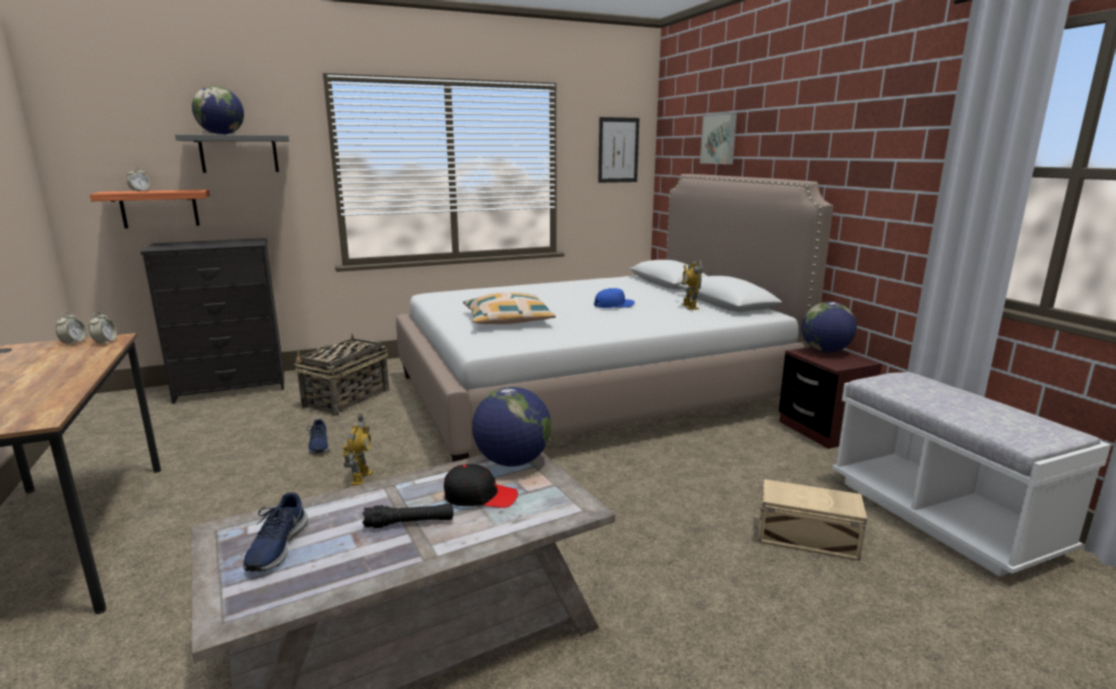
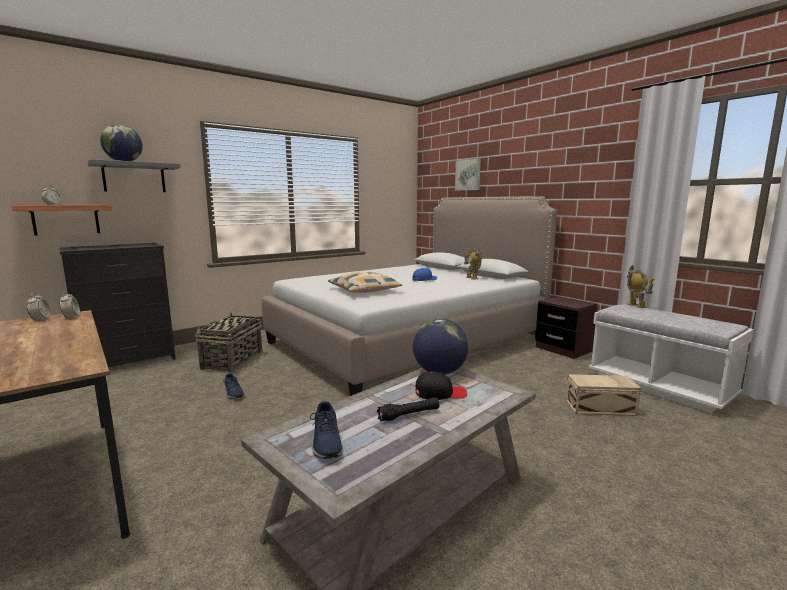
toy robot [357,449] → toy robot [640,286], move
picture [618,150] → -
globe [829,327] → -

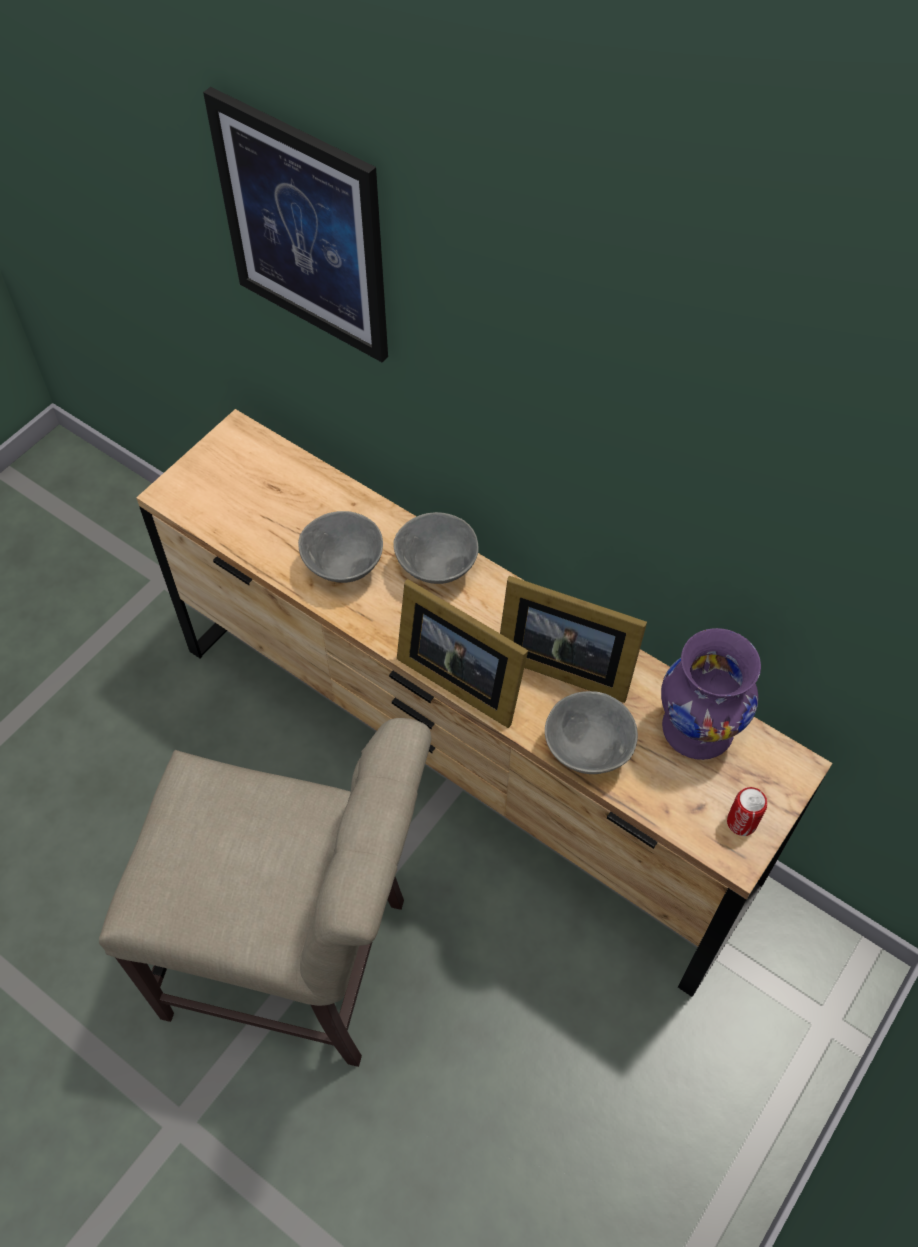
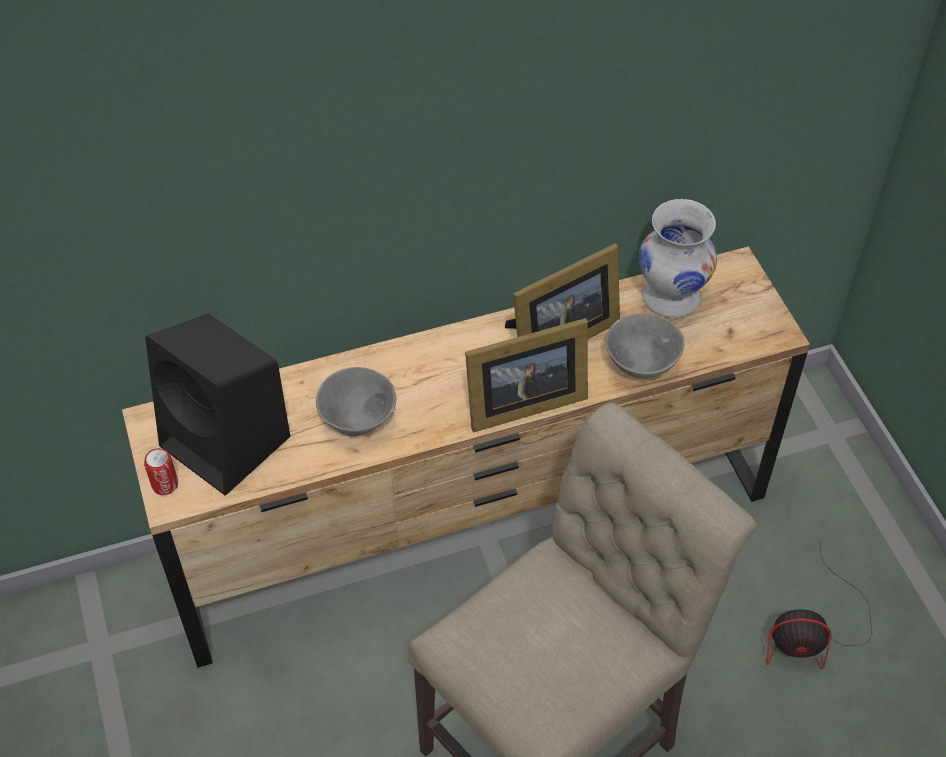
can [747,811] → can [161,471], move
- → black speaker [218,405]
purple vase [711,694] → white vase [678,258]
- → fan [819,606]
picture [295,224] → -
grey bowl [436,548] → -

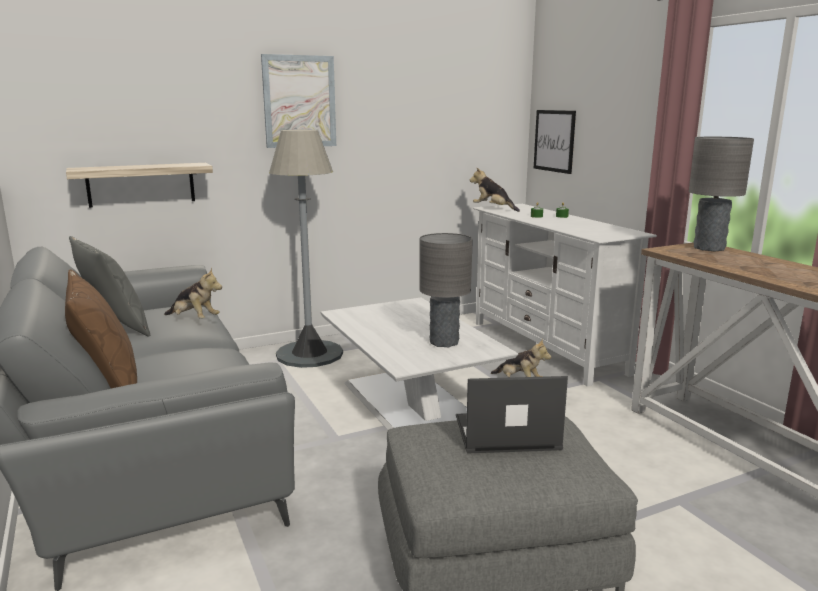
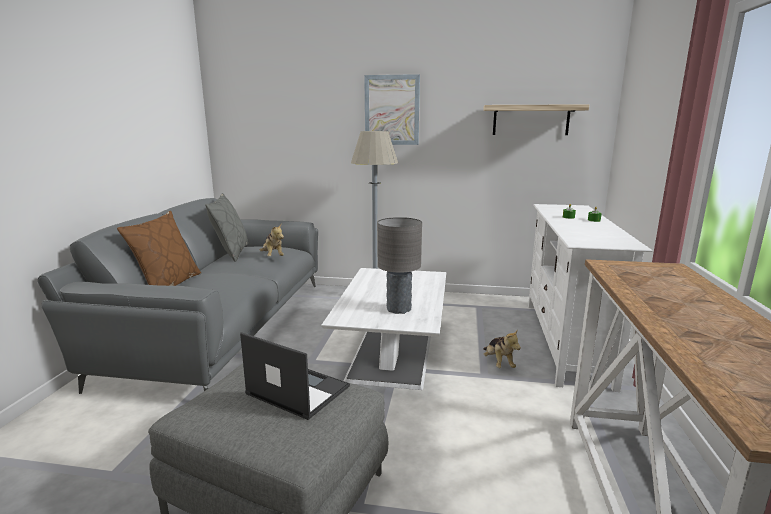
shelf [139,185] → shelf [536,119], move
plush toy [495,189] → -
picture [554,142] → -
grey table lamp [721,194] → -

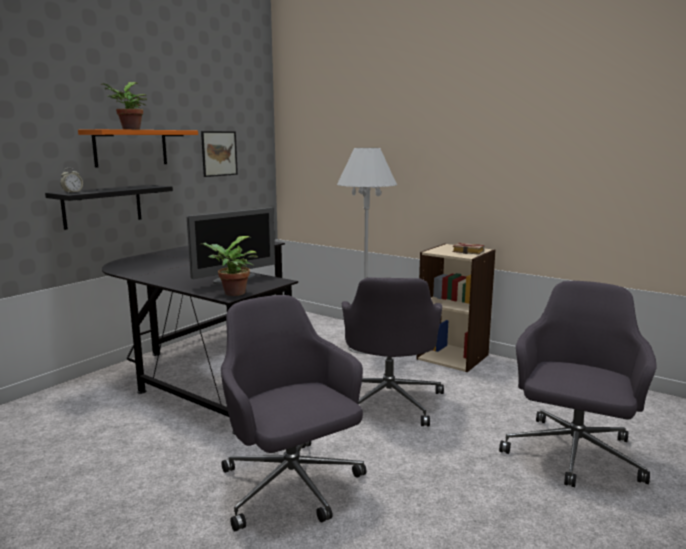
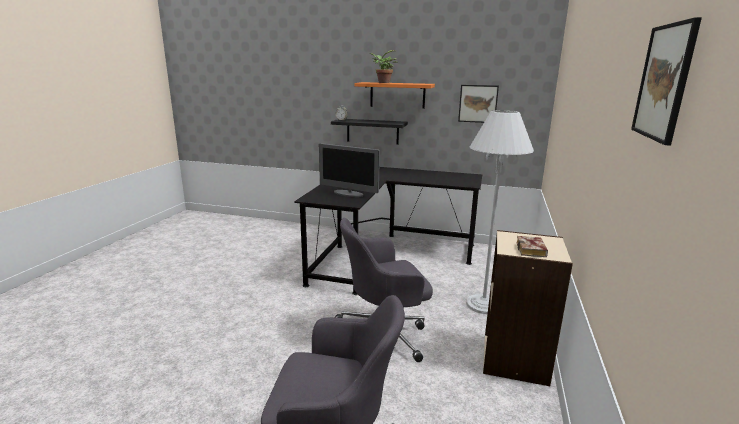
- → picture [666,81]
potted plant [229,266] → -
grey office chair [294,413] → -

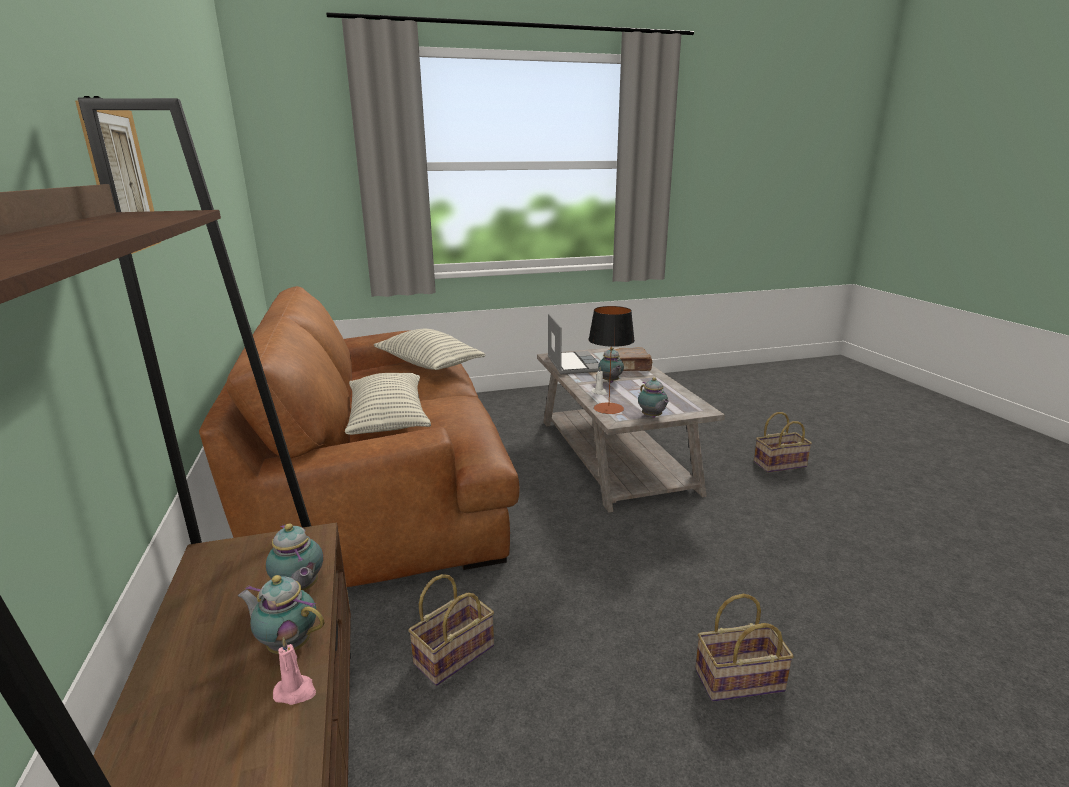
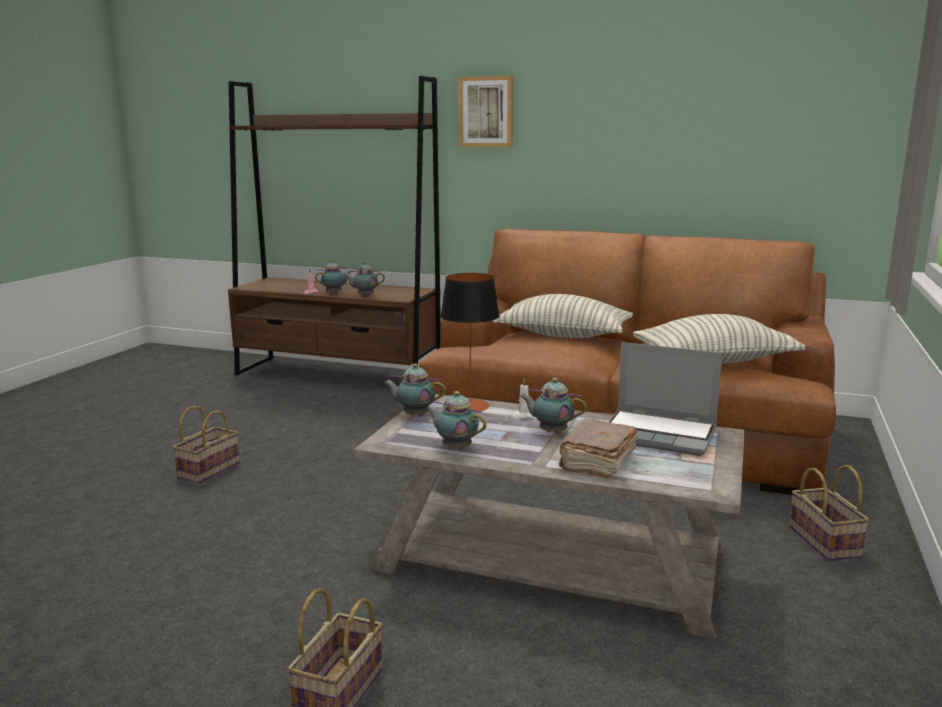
- → teapot [456,420]
basket [451,630] → basket [829,513], move

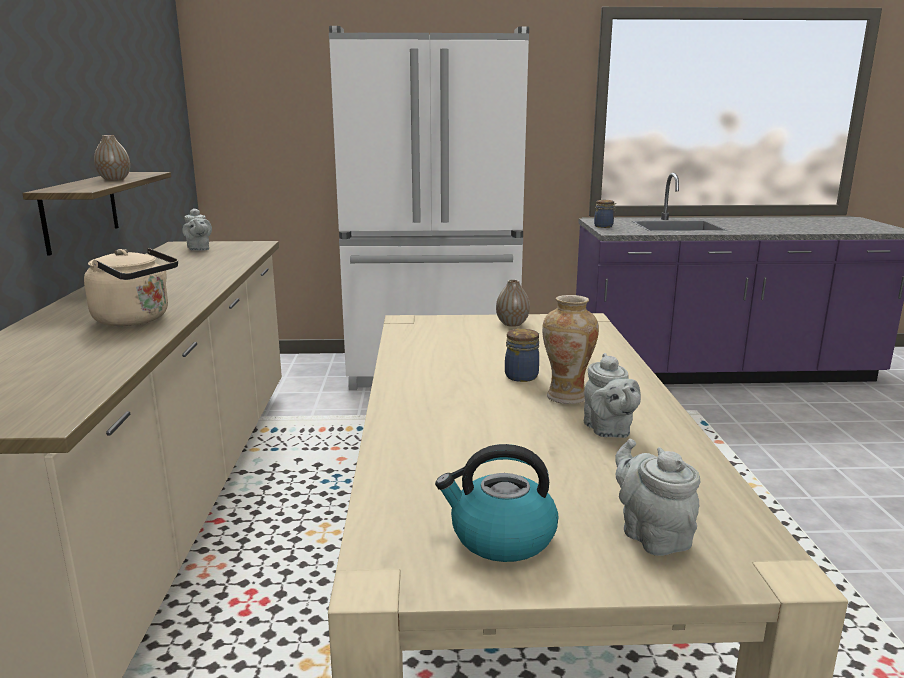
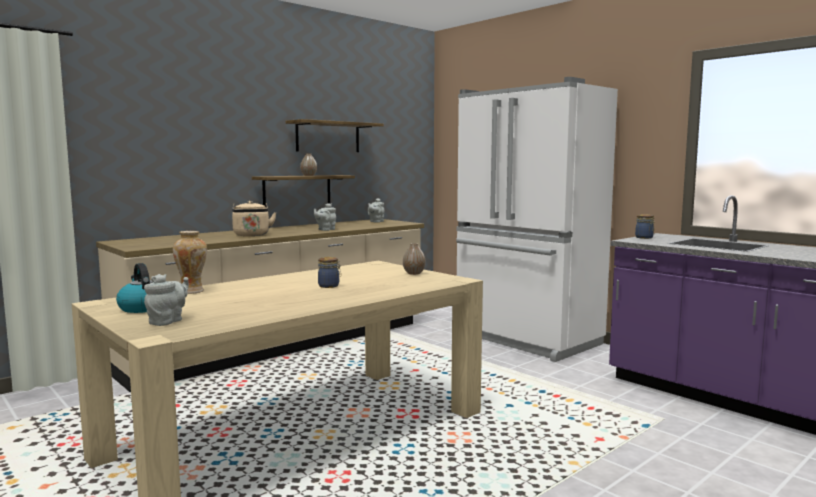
vase [570,349] → vase [190,262], move
- → shelf [335,135]
grey teapot [612,395] → grey teapot [325,217], move

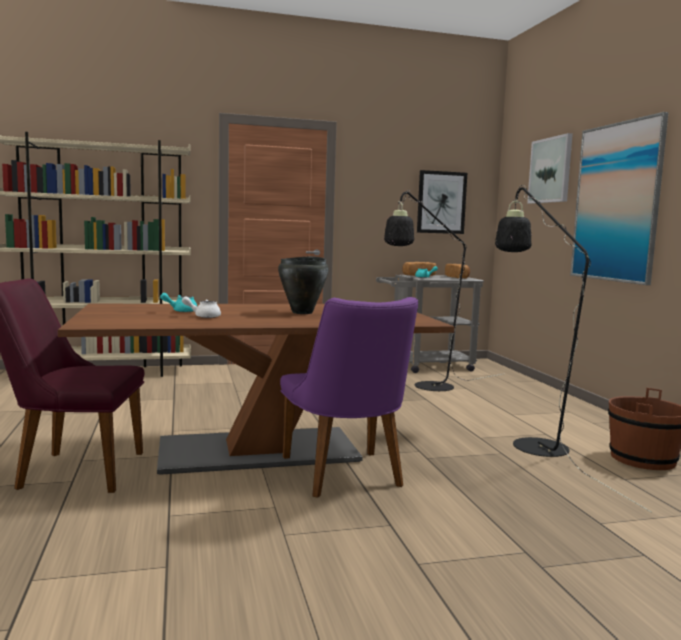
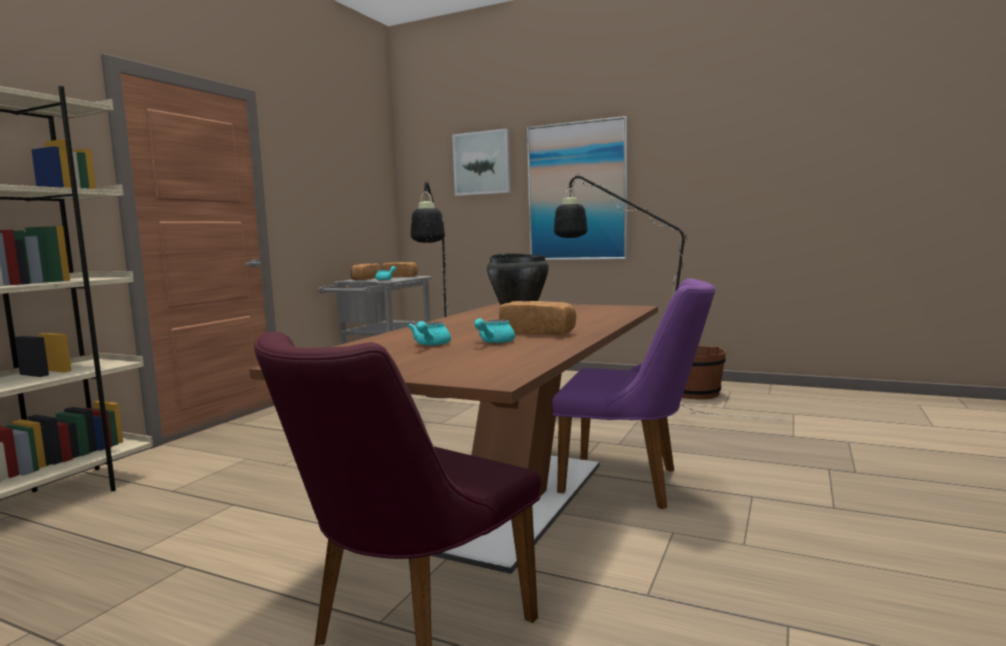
white teapot [201,307] → turquoise teapot [494,330]
- → bread [537,318]
picture [442,202] → -

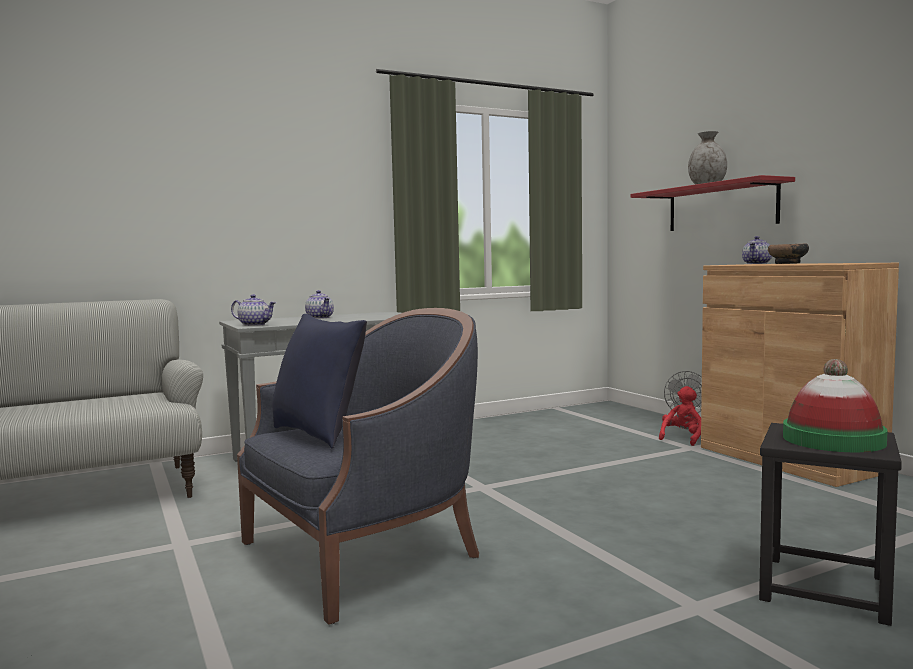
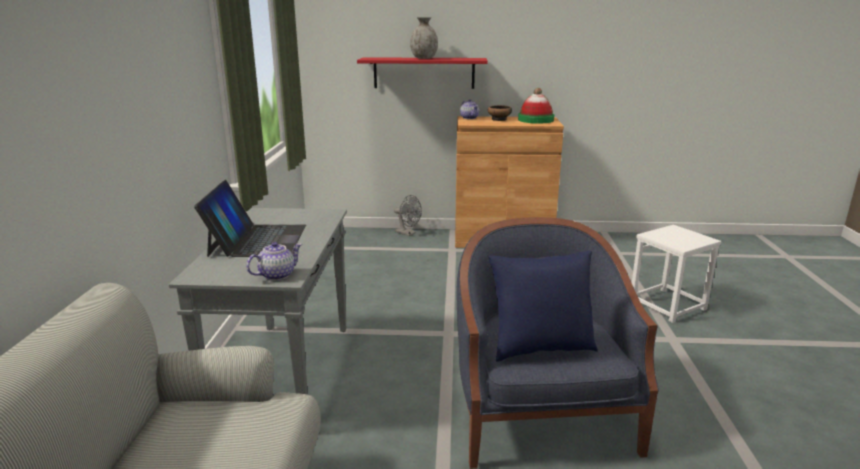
teapot [319,304] → laptop [250,218]
hat [835,405] → hat [536,105], move
black stool [830,524] → white stool [676,274]
red plush toy [680,416] → -

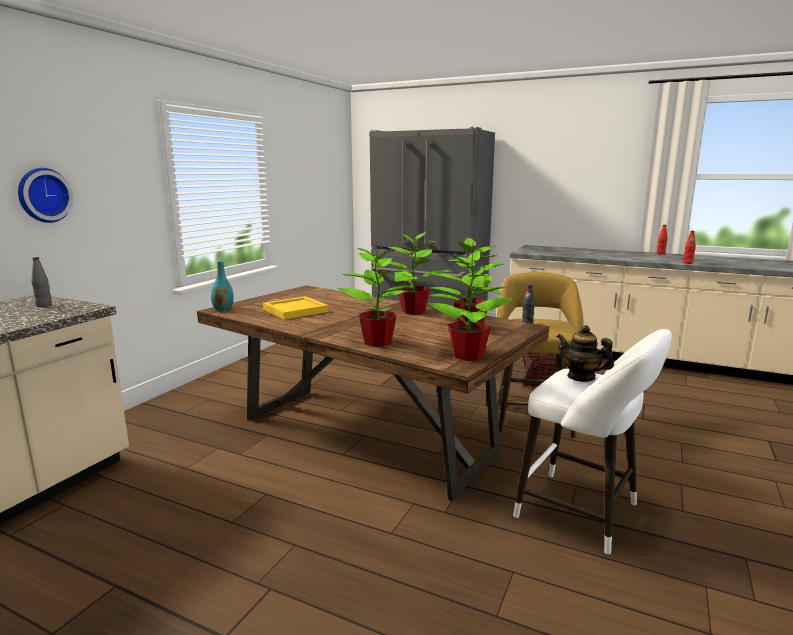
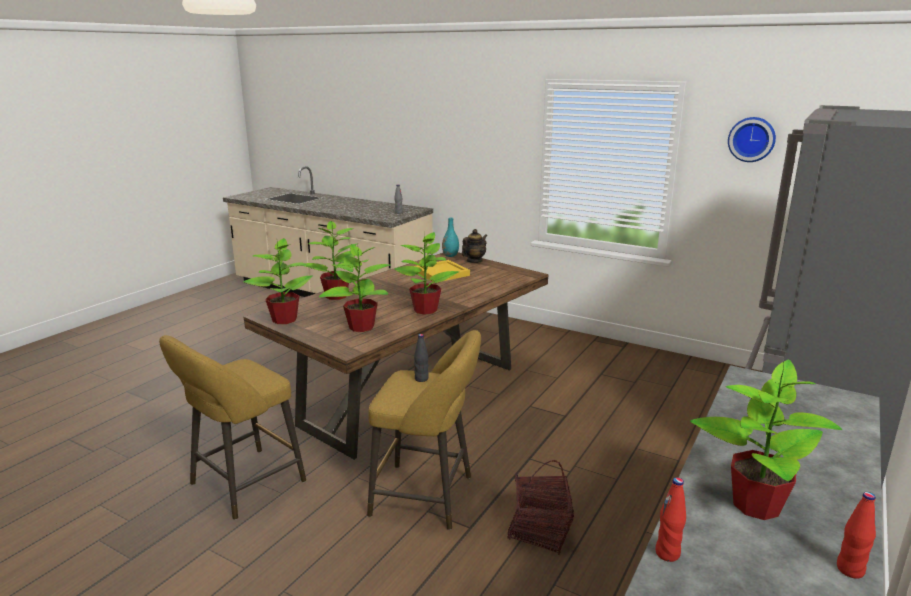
white stool [592,442] → yellow stool [232,427]
teapot [585,353] → teapot [474,246], move
- → potted plant [766,440]
wall clock [45,195] → wall clock [752,139], move

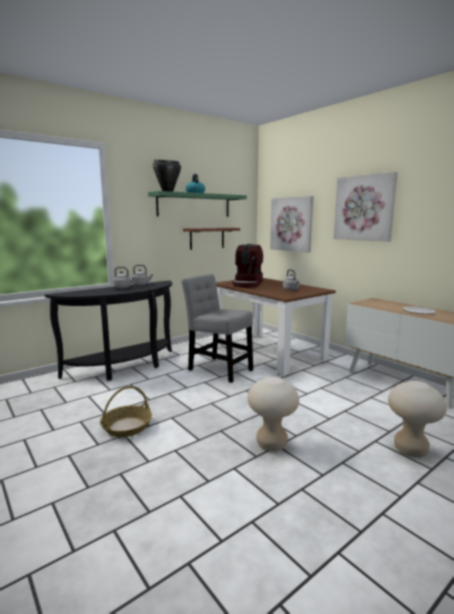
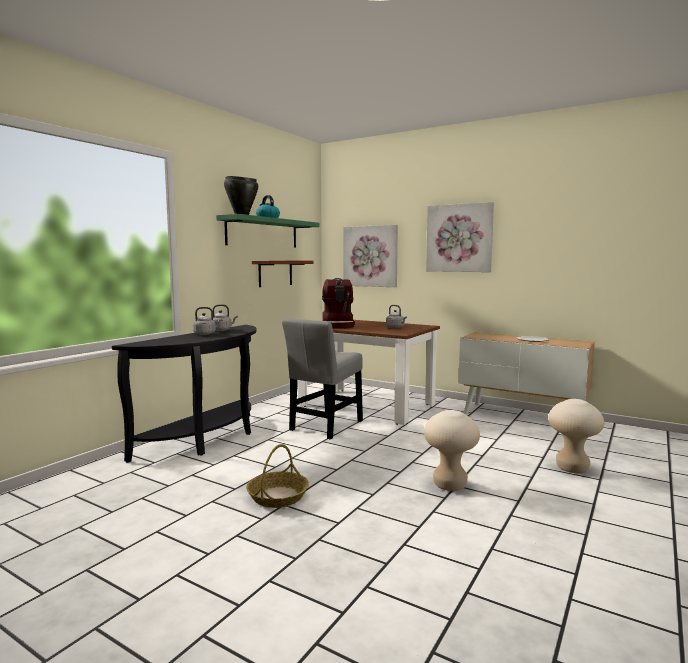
grey chair [217,328] → grey chair [322,379], 75 degrees counterclockwise

